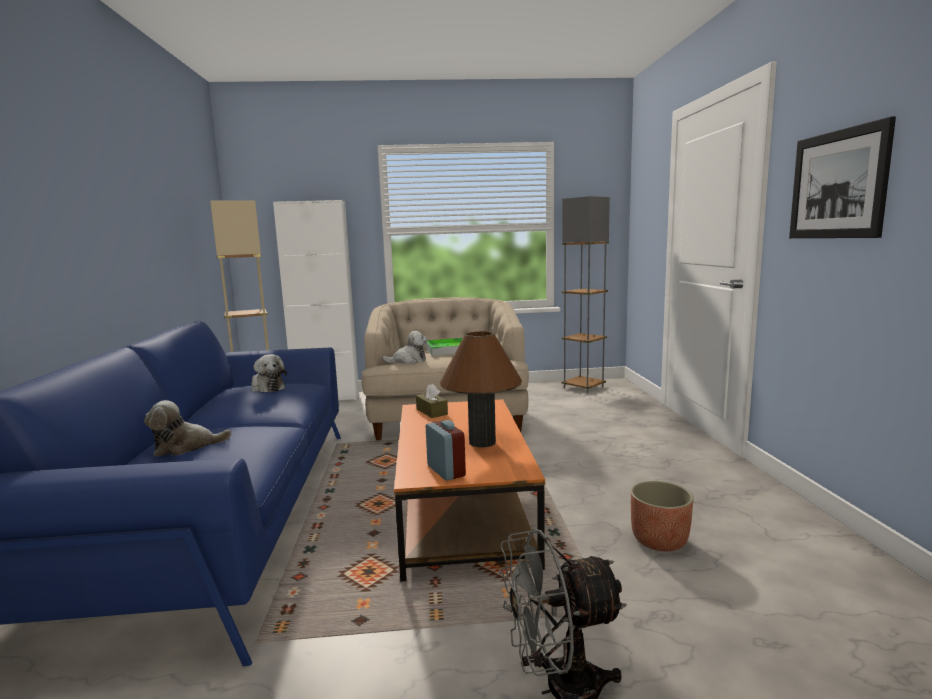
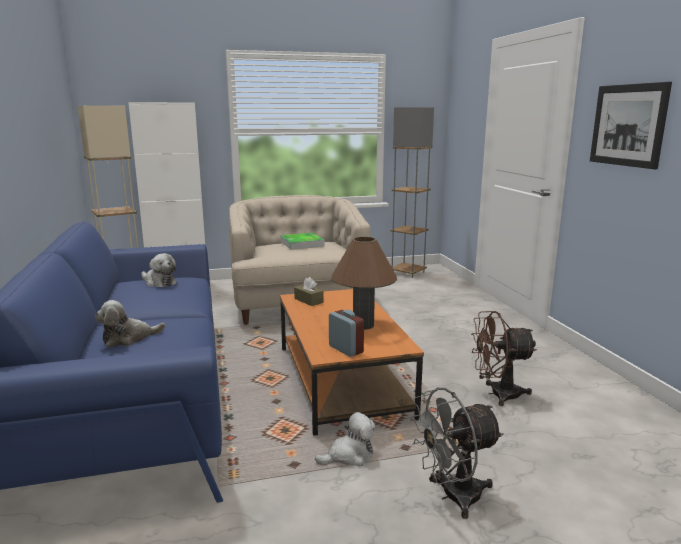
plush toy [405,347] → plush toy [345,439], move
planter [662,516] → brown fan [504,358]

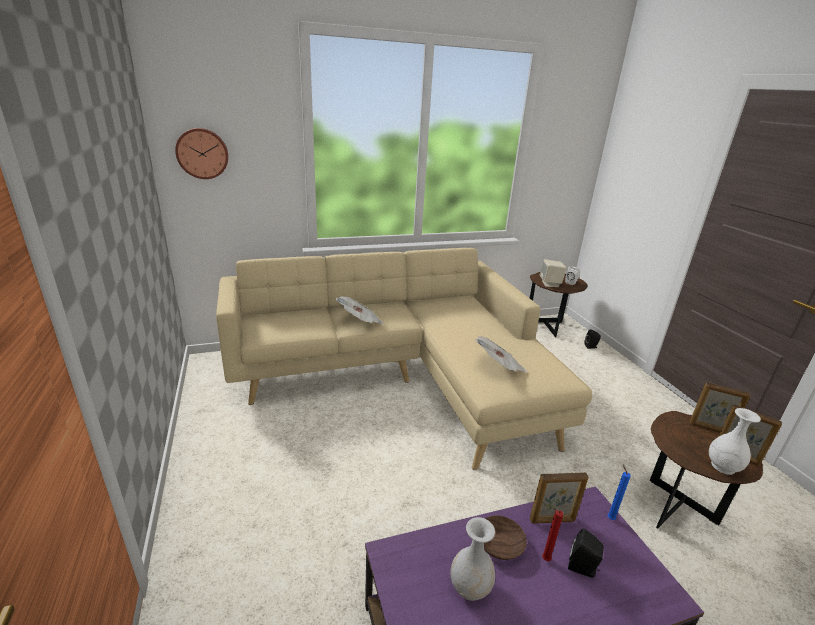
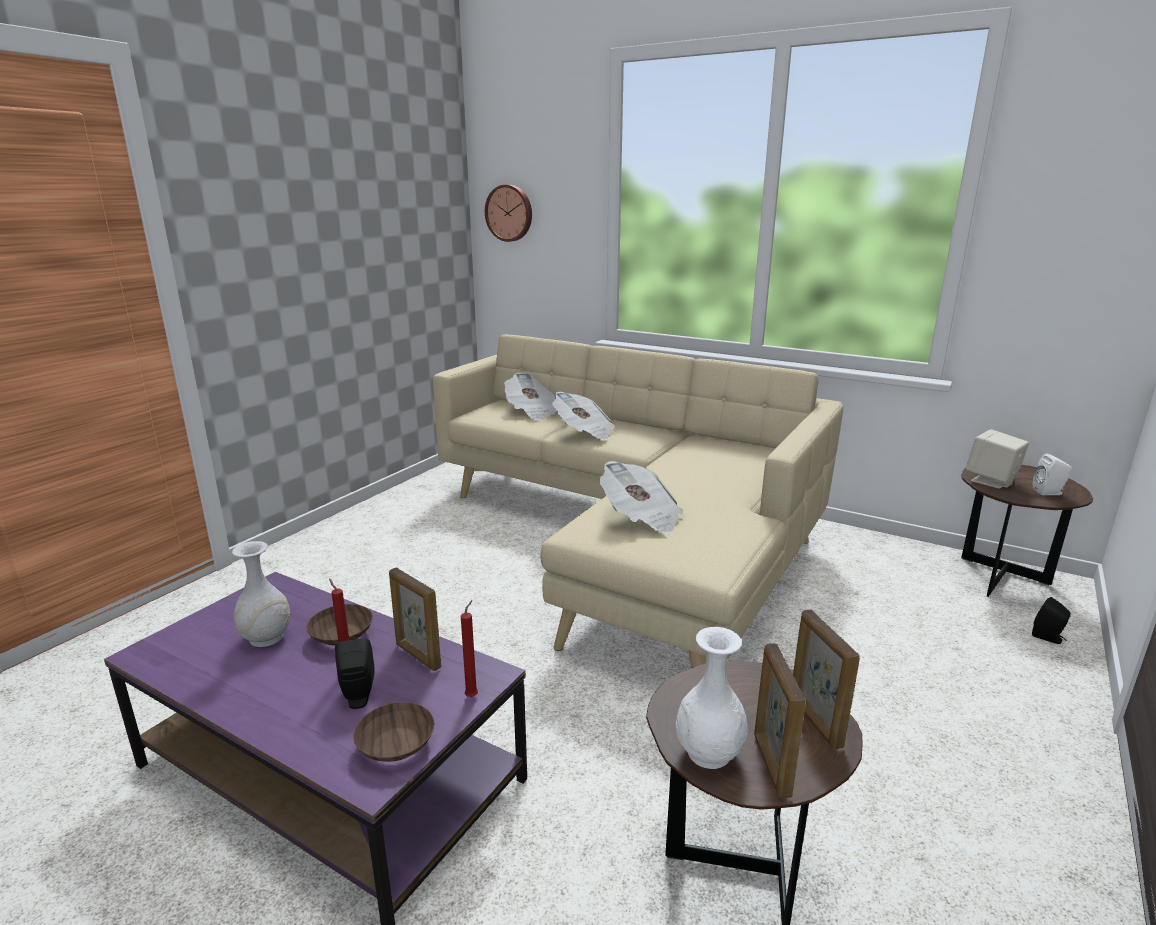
- → brown bowl [394,732]
blue candle [619,492] → red candle [469,648]
- → newspaper [530,396]

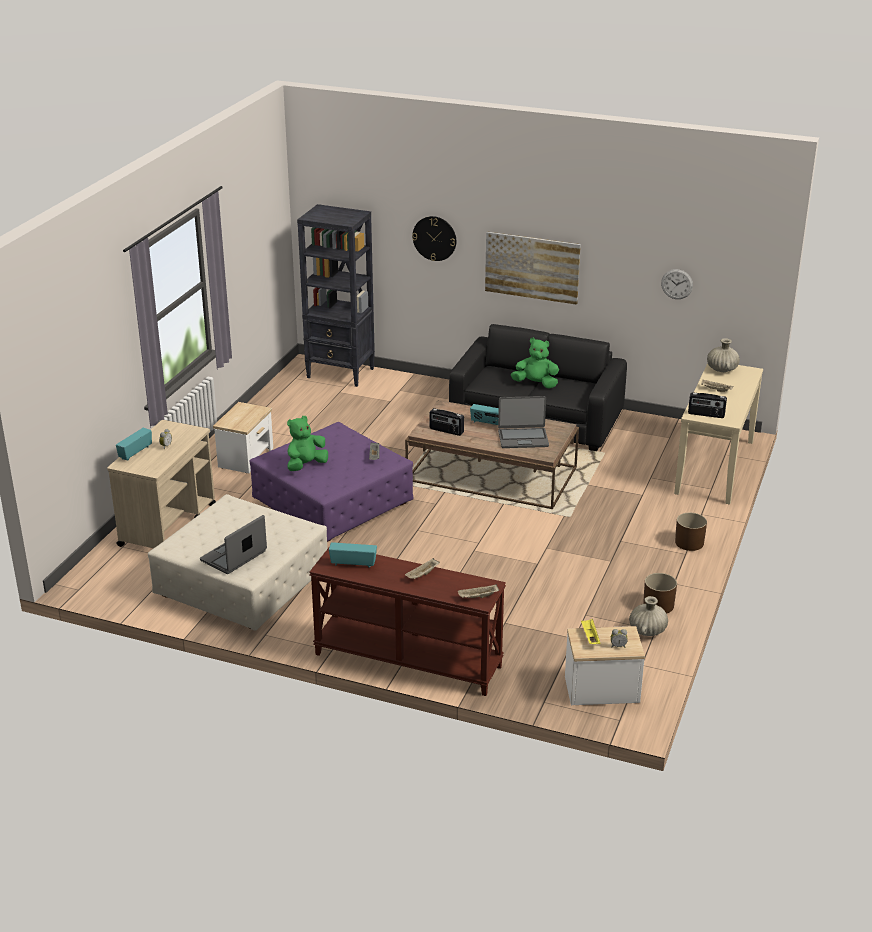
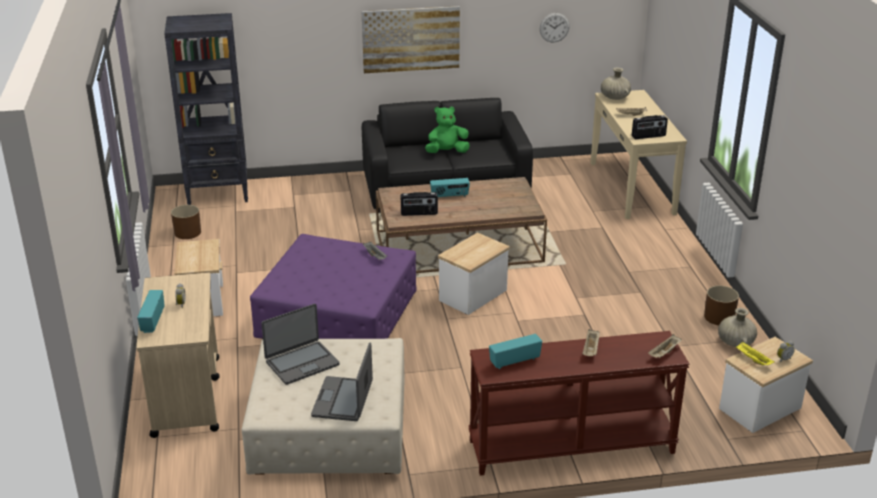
brown planter [691,532] → brown planter [186,222], move
laptop [523,422] → laptop [300,344], move
- → side table [474,273]
green plush toy [307,443] → -
wall clock [434,238] → -

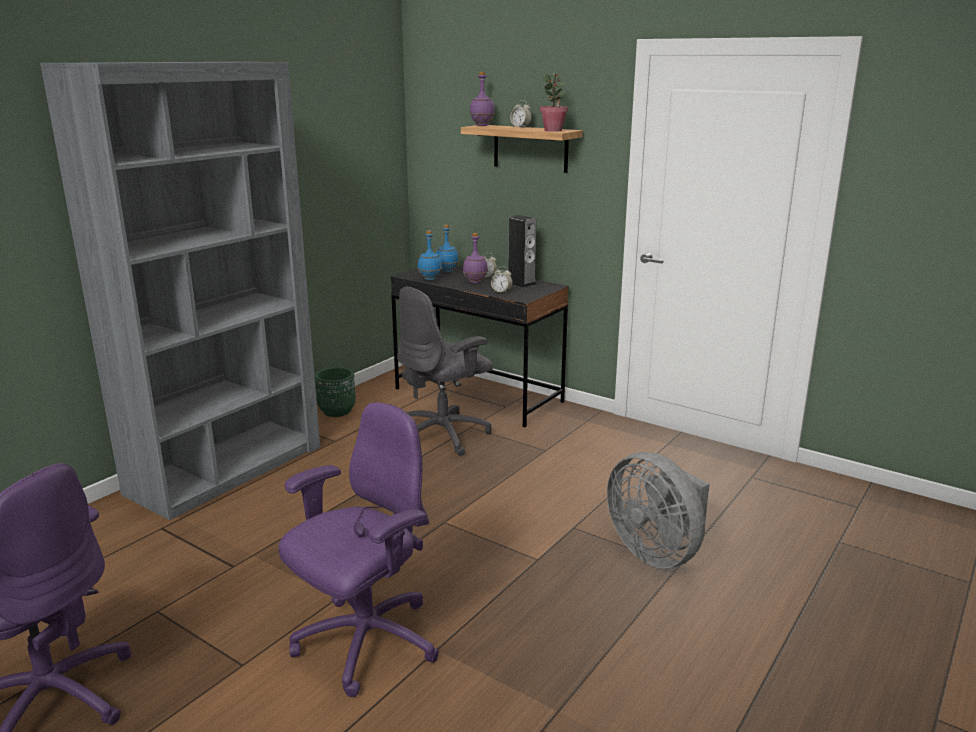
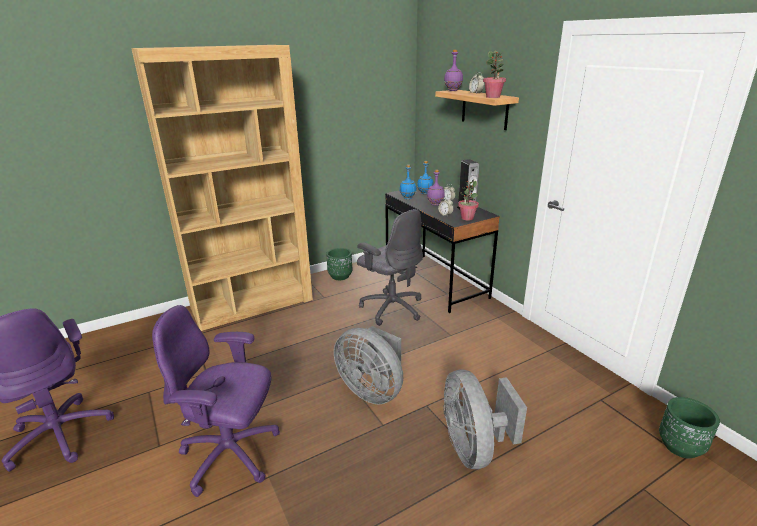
grey bookcase [180,291] → brown bookcase [222,188]
purple office chair [358,549] → purple office chair [216,401], 150 degrees counterclockwise
- → grey fan [368,365]
grey office chair [445,371] → grey office chair [390,267], 120 degrees counterclockwise
- → potted plant [468,200]
- → green planter [689,427]

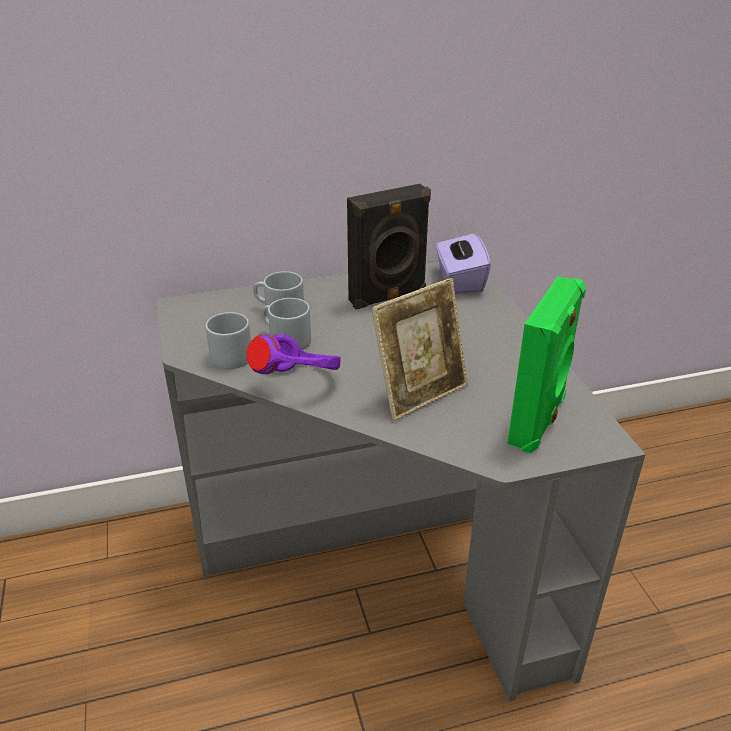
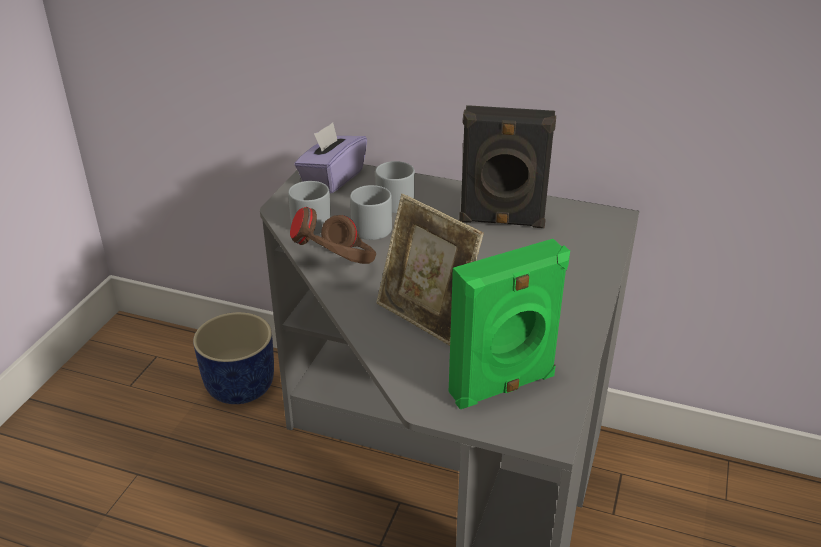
- → blue planter [233,358]
purple headphones [293,354] → brown headphones [333,235]
purple tissue box [463,261] → purple tissue box [330,158], move
picture frame [419,349] → picture frame [430,270], 45 degrees clockwise

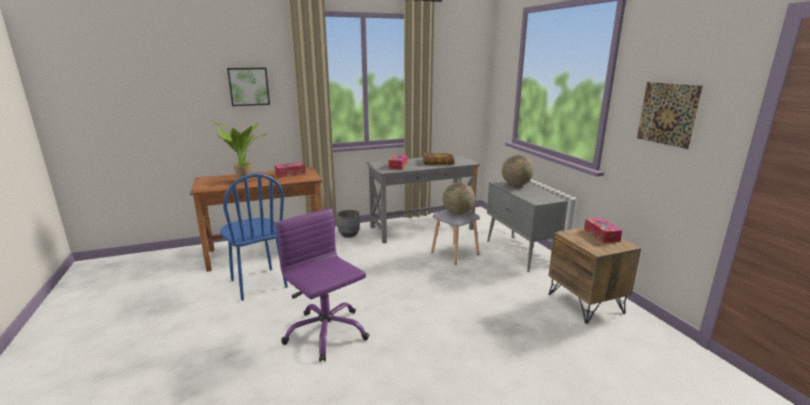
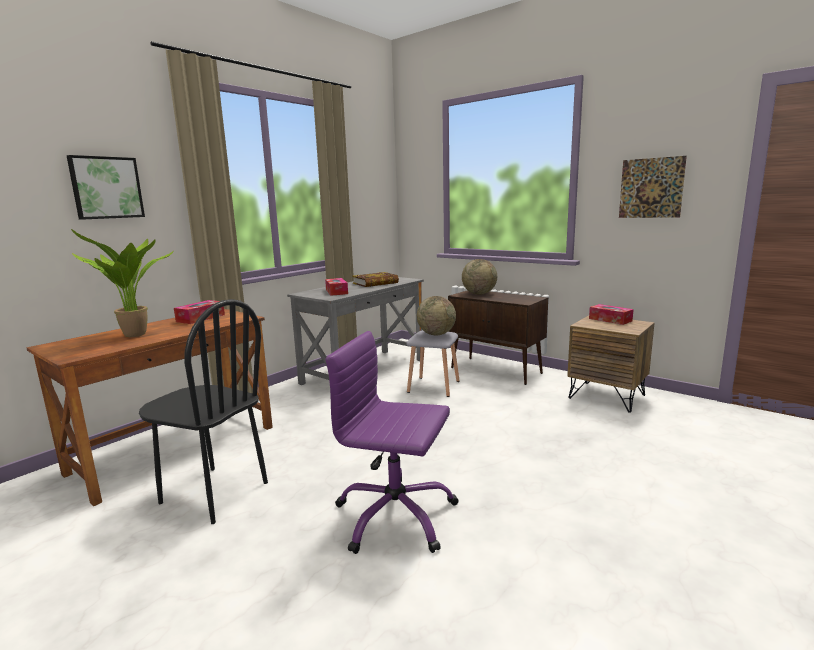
blue chair [254,237] → black chair [203,411]
grey cabinet [527,227] → brown cabinet [498,337]
grey planter [348,224] → -

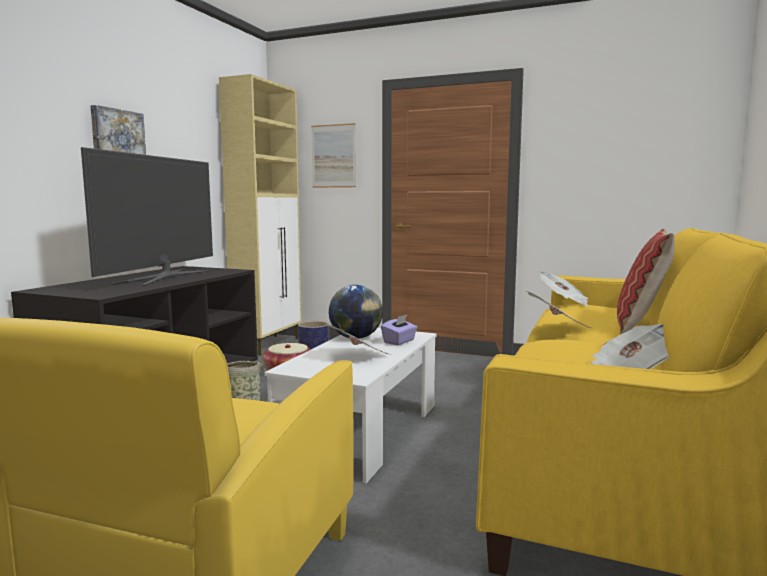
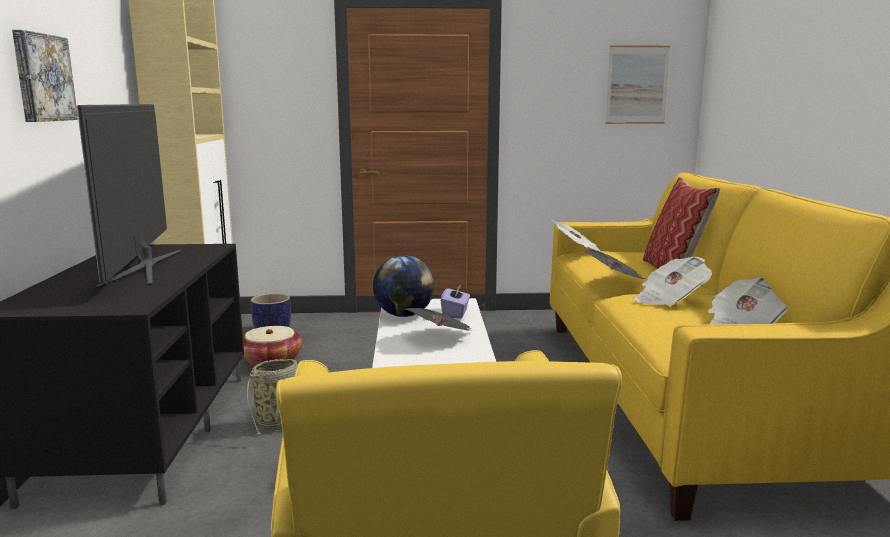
picture [333,155] → picture [637,84], move
- → newspaper [673,281]

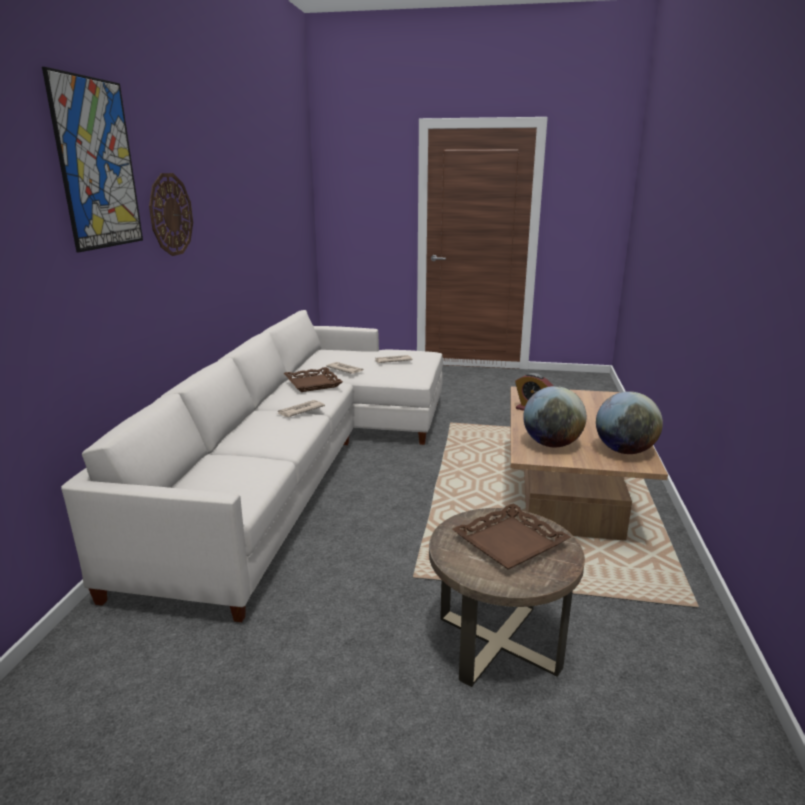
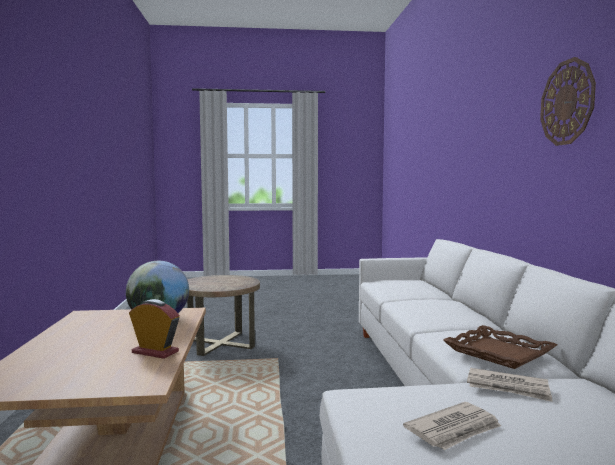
picture [92,159] → -
newspaper [301,408] → -
brown tray [511,536] → -
globe [629,423] → -

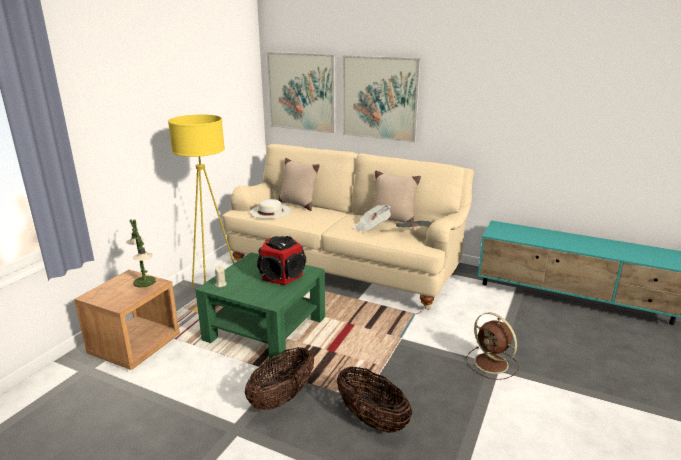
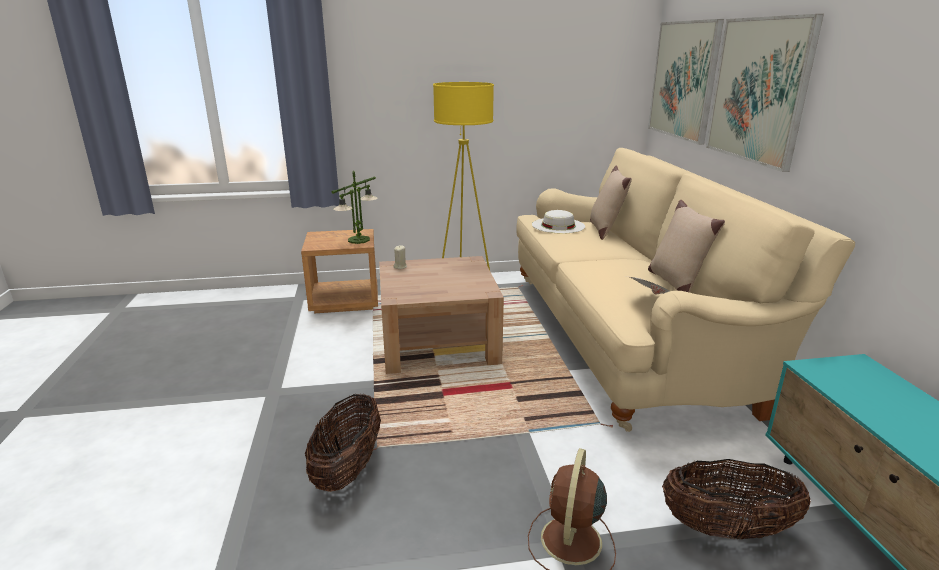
green coffee table [260,308] → brown coffee table [441,315]
basket [279,378] → basket [736,499], move
speaker [281,260] → -
newspaper [372,219] → -

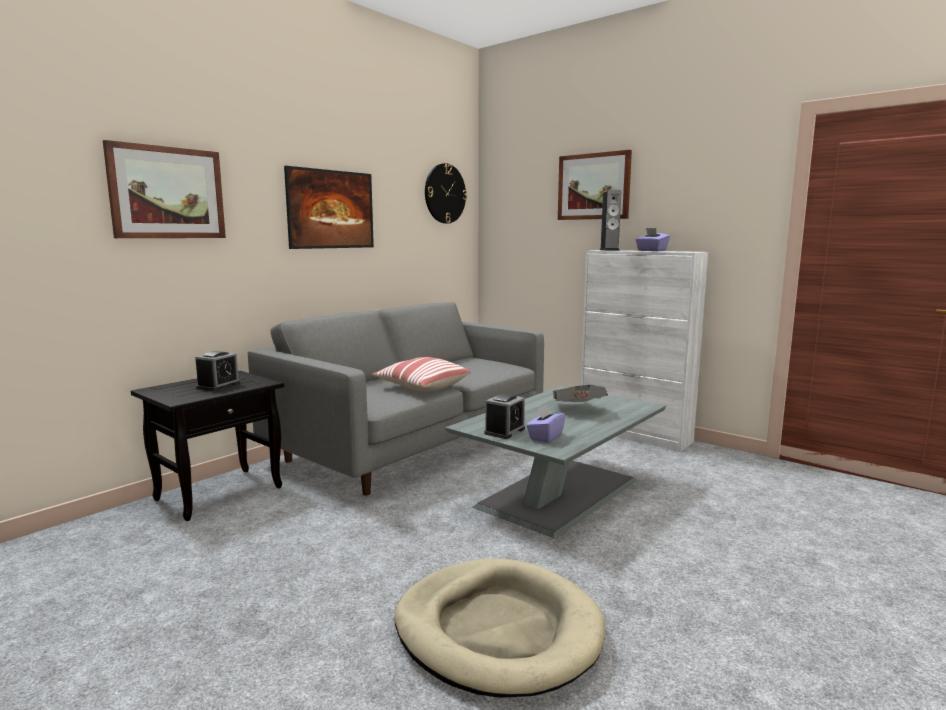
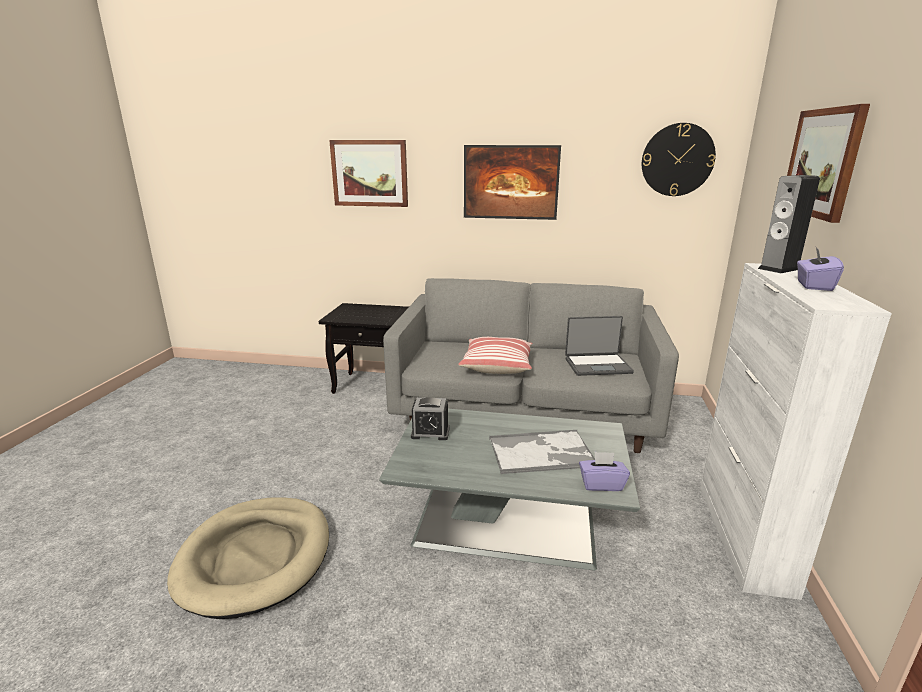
newspaper [580,393] → tray [542,452]
- → laptop [599,346]
purple tissue box [546,424] → purple tissue box [604,471], move
alarm clock [217,371] → -

